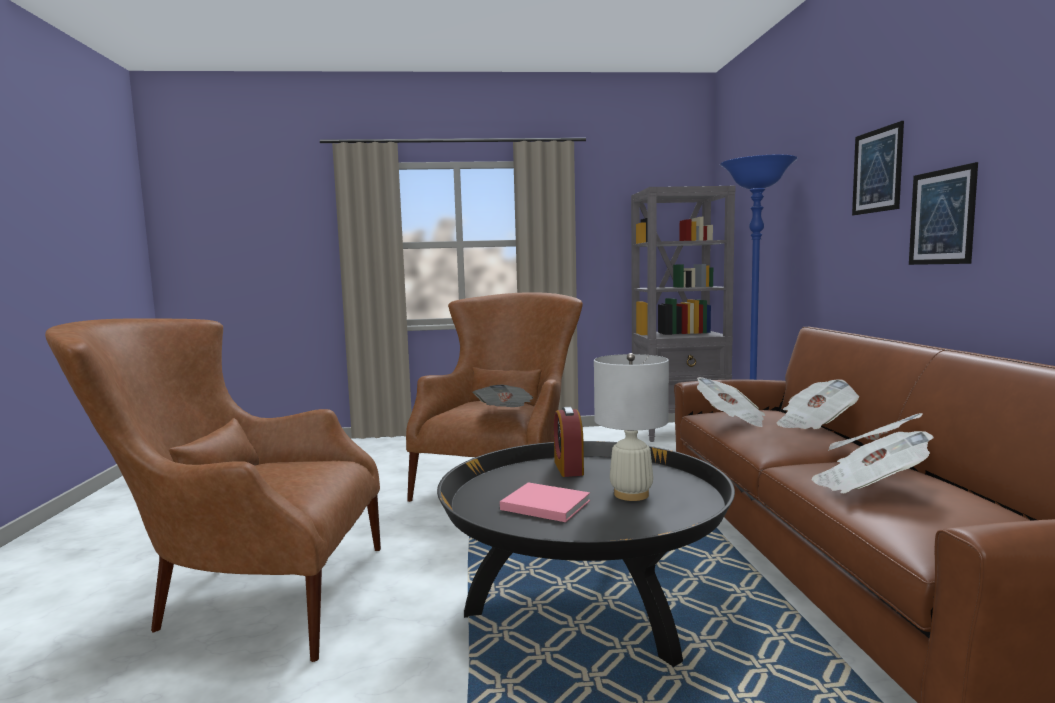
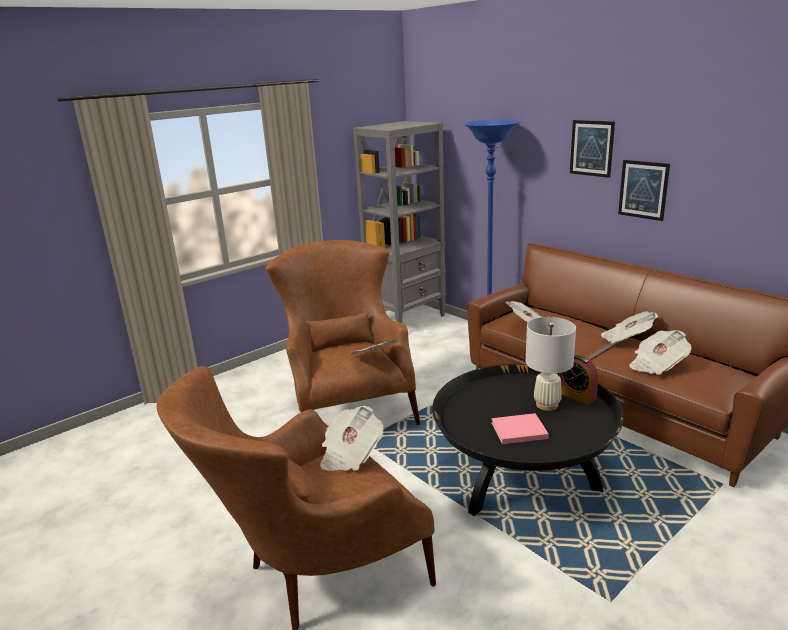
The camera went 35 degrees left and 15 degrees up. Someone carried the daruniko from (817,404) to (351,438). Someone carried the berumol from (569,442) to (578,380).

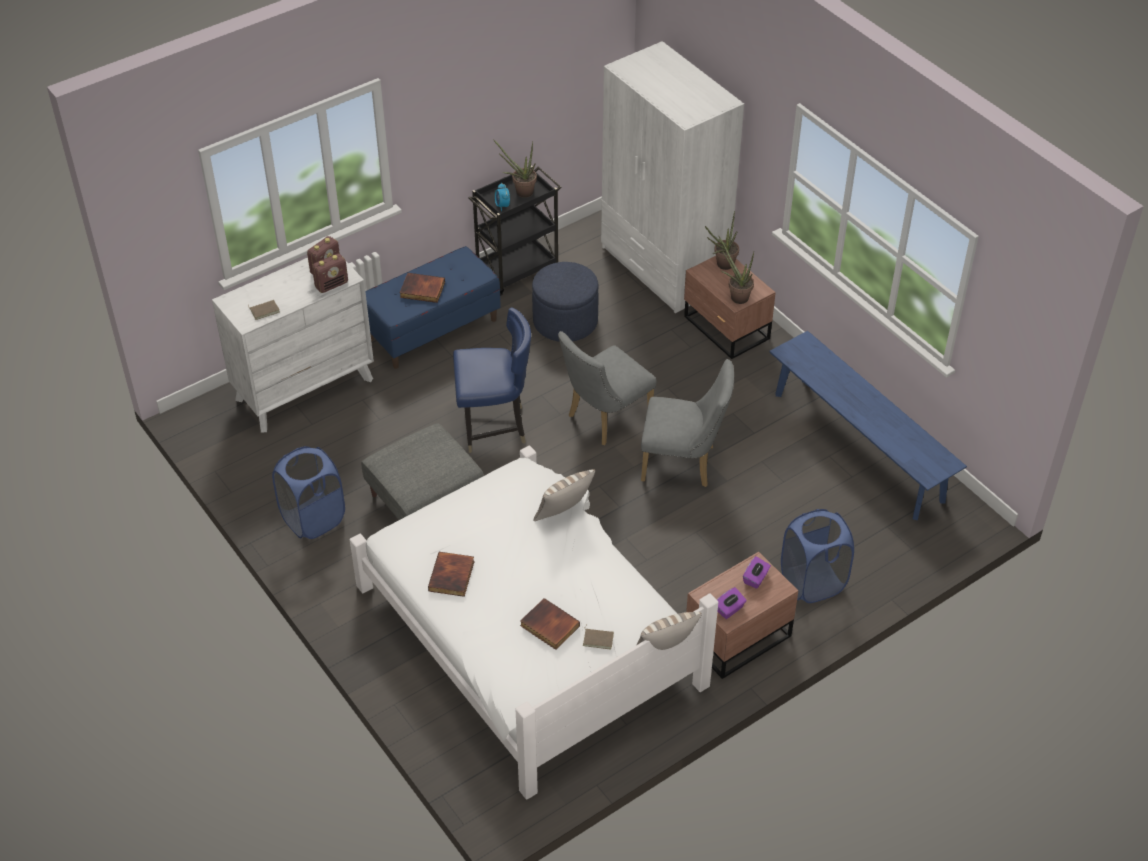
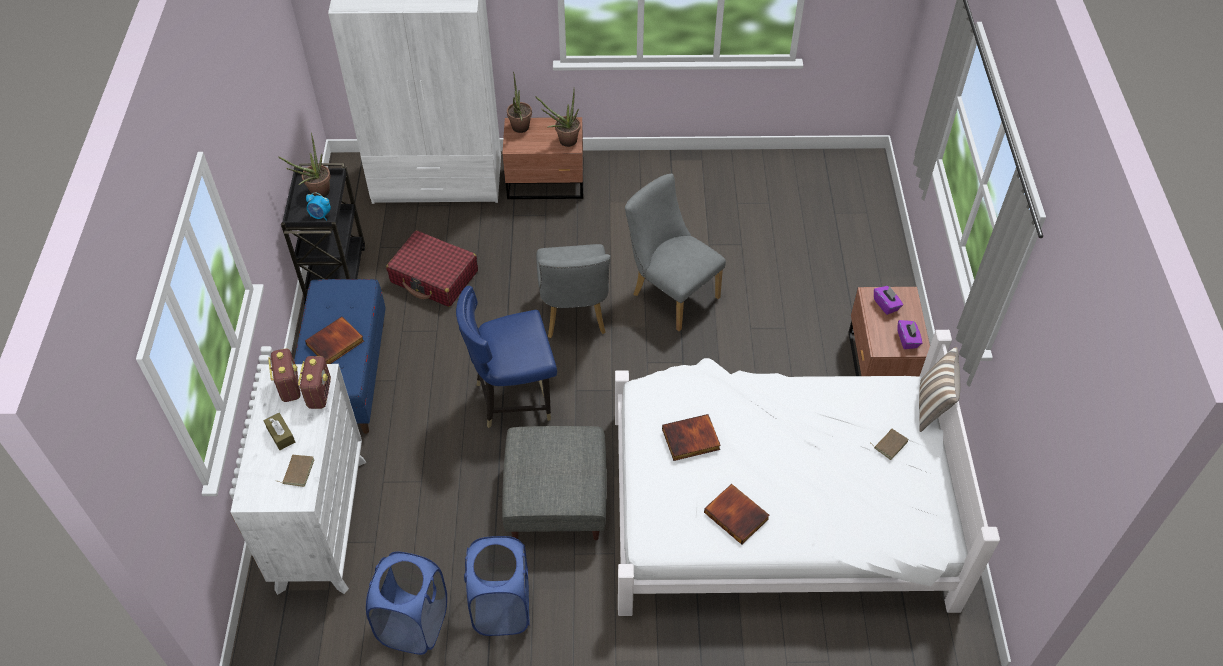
The camera went 55 degrees left and 5 degrees up. Someone put down the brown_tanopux at (279,431). Someone carried the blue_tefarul from (817,556) to (406,603). Someone swapped the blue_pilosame at (565,302) for the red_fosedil at (432,268). Someone rotated the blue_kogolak at (492,380) by 135 degrees counterclockwise. Someone rotated the grey_kogolak at (688,423) by 90 degrees counterclockwise. Someone carried the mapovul from (550,624) to (691,437). Someone took away the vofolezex at (564,495). Someone took away the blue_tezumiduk at (868,425).

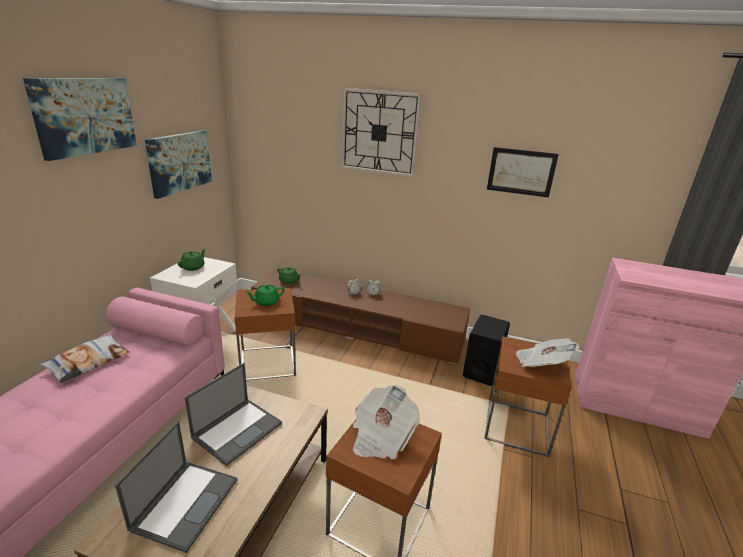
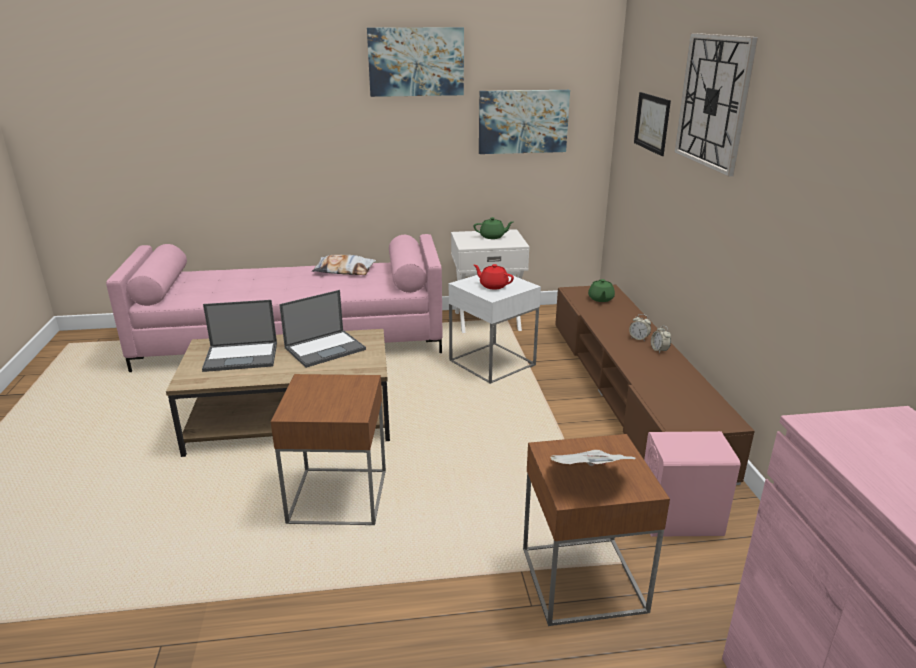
The camera went 65 degrees right and 0 degrees up. Someone rotated the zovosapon at (233,414) by 45 degrees counterclockwise. Someone repainted the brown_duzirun at (265,334), which became the white_duzirun at (495,328). Someone repainted the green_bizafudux at (265,295), which became the red_bizafudux at (494,276). Someone carried the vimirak from (523,172) to (652,124). Someone repainted the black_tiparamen at (486,350), which became the pink_tiparamen at (692,484). Someone took away the daruniko at (386,422).

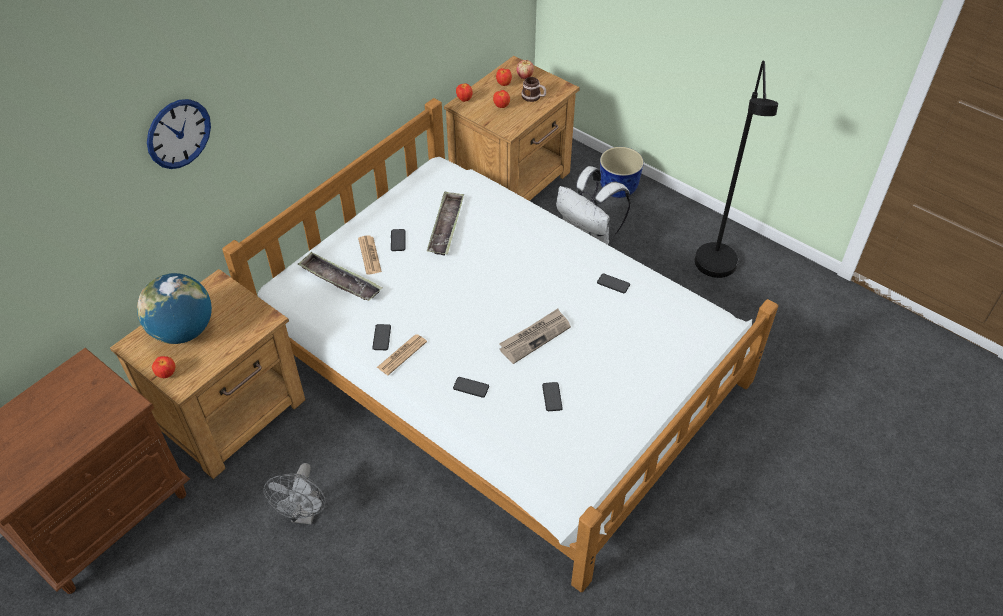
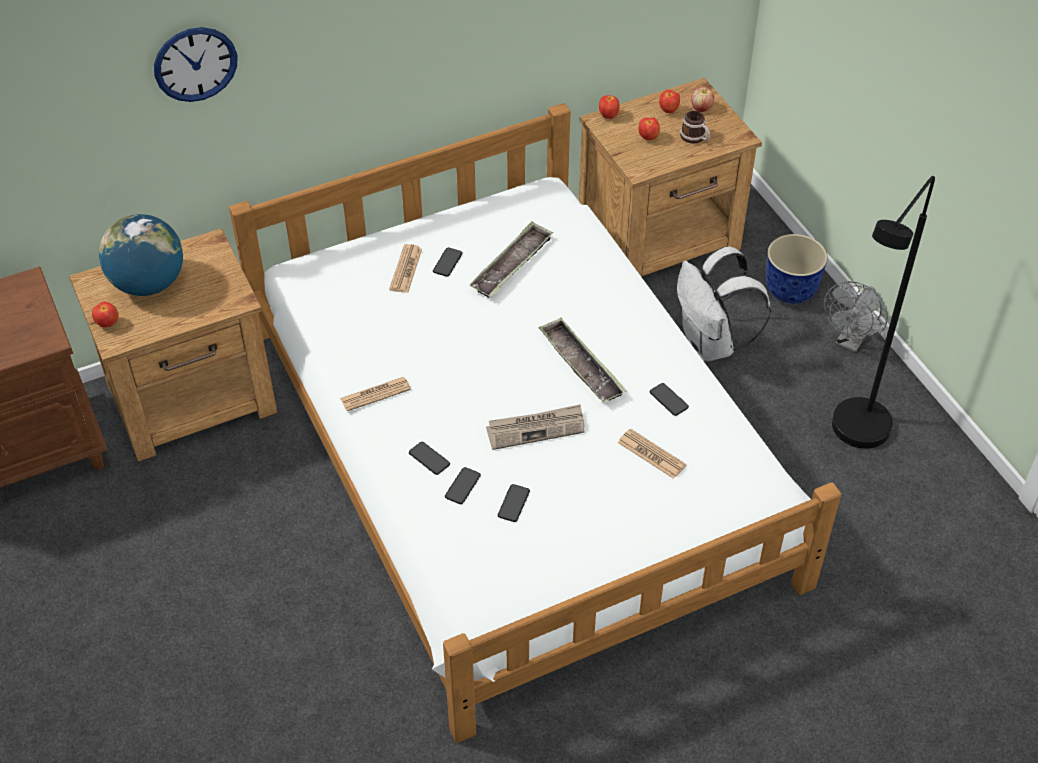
The camera went 25 degrees right and 0 degrees up. Someone carried the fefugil from (381,337) to (463,485). Someone carried the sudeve from (340,276) to (582,359). Someone put down the daruniko at (652,453). Someone carried the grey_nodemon from (295,494) to (856,317).

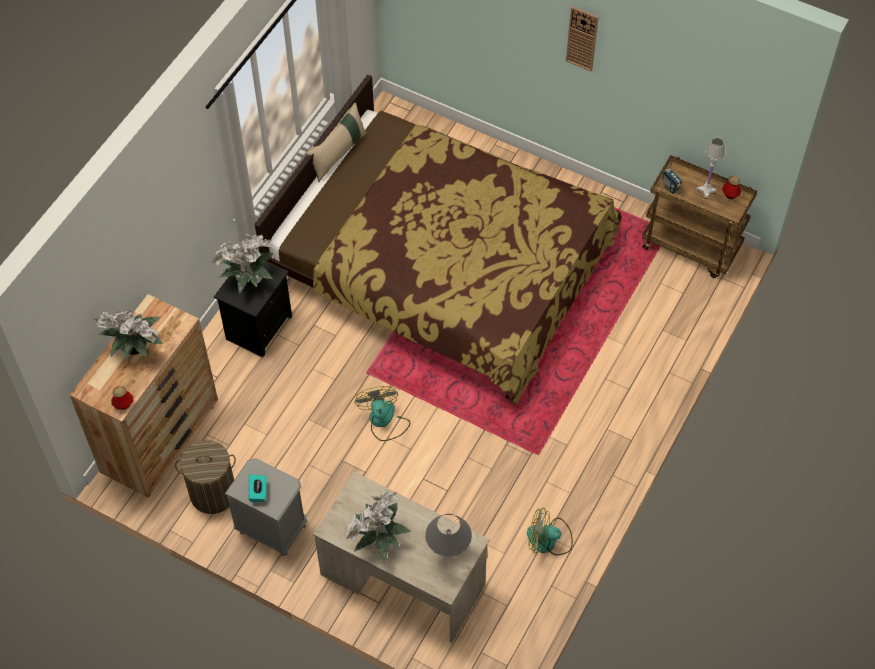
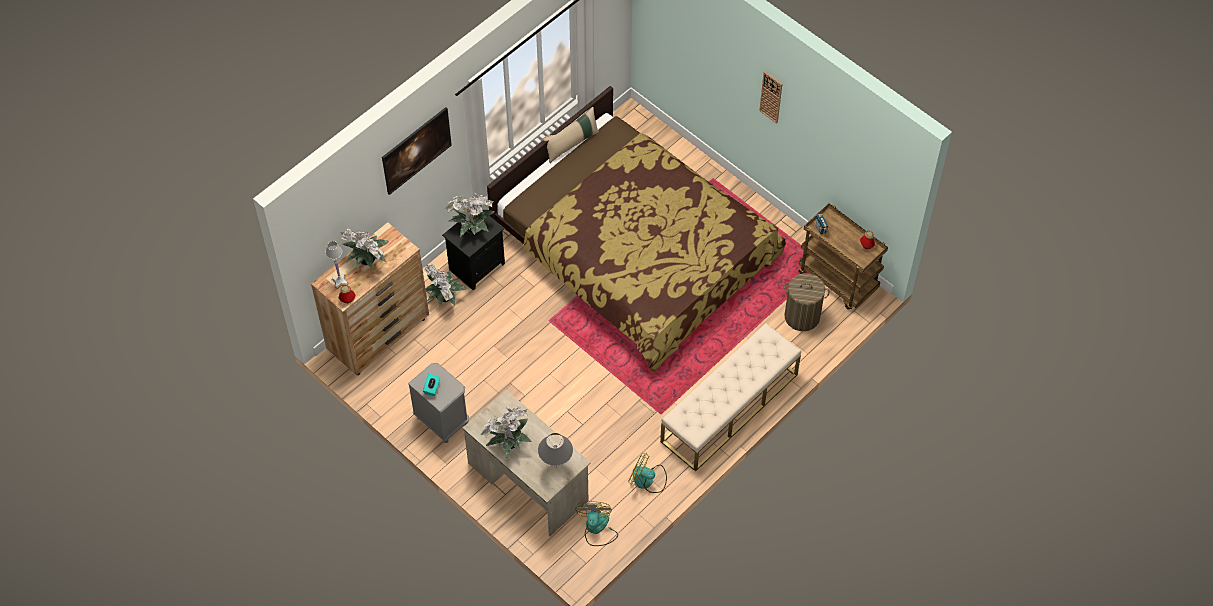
The camera went 15 degrees right and 0 degrees up. Someone carried the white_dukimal from (710,168) to (337,265). Someone put up the vimirak at (417,151). Someone put down the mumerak at (445,285). Someone carried the nodemon from (382,413) to (596,523). Someone put down the beige_tezumiduk at (730,397). Someone carried the tefarul from (205,477) to (807,302).

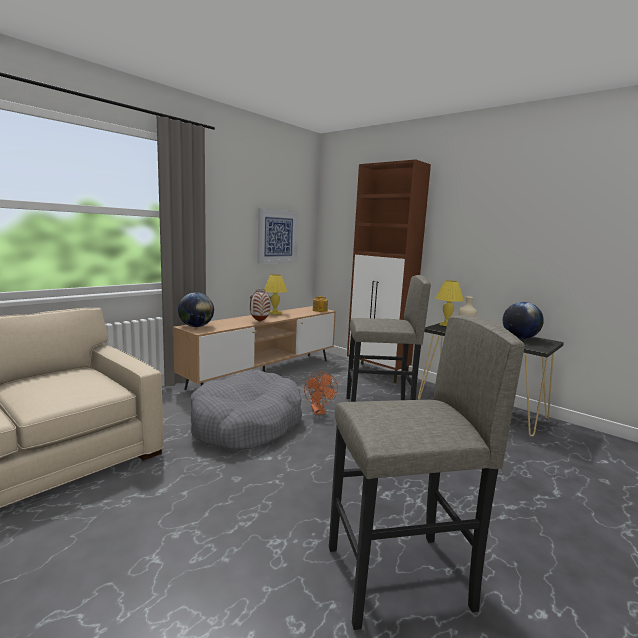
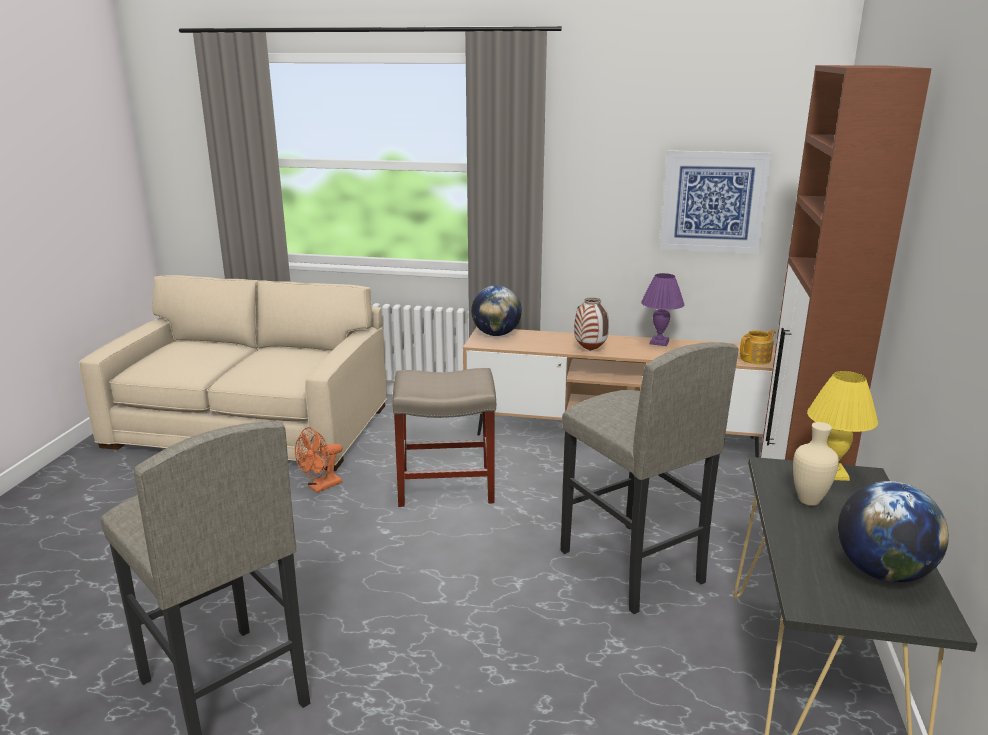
The camera went 60 degrees right and 10 degrees up. Someone carried the orange_nodemon from (321,393) to (318,460). Someone swapped the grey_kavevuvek at (246,410) for the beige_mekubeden at (444,437). Someone repainted the yellow_dukimal at (275,294), which became the purple_dukimal at (662,309).

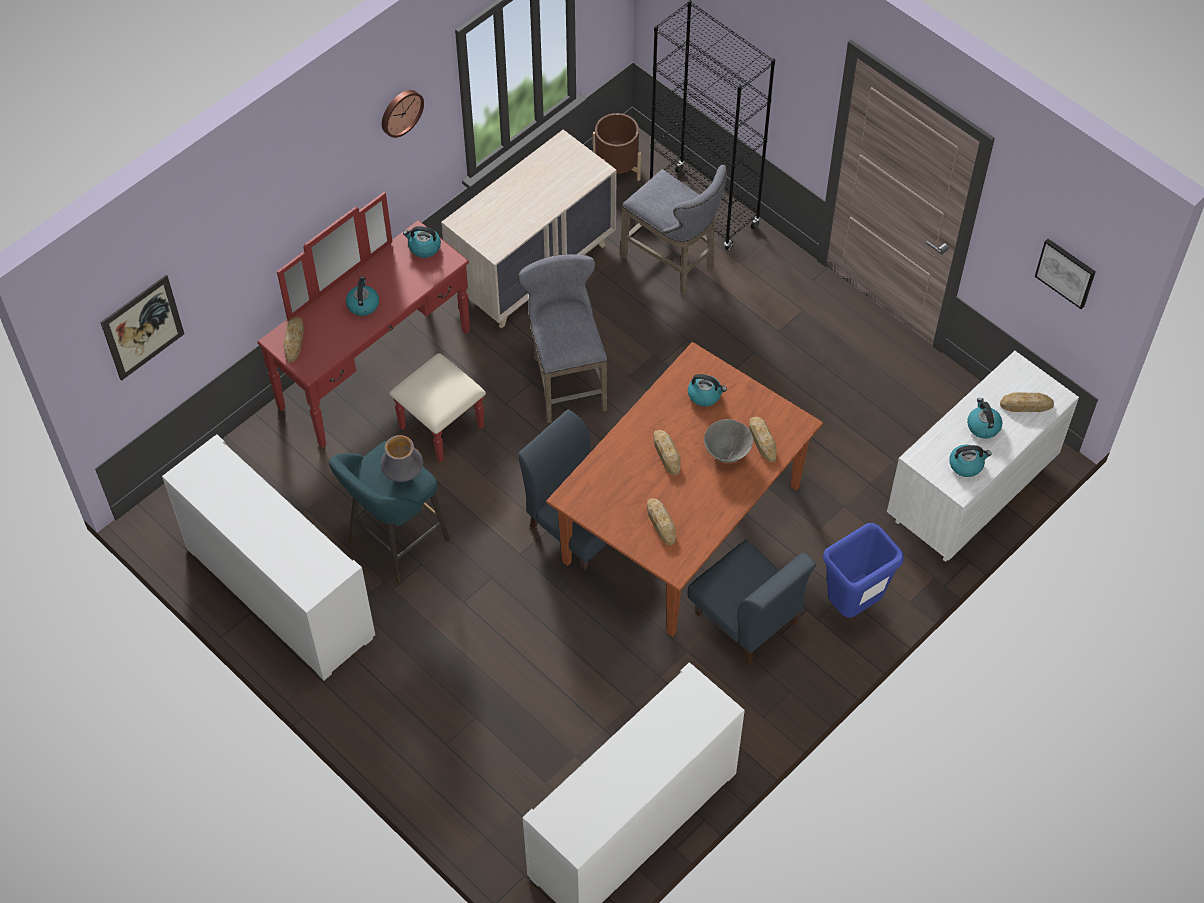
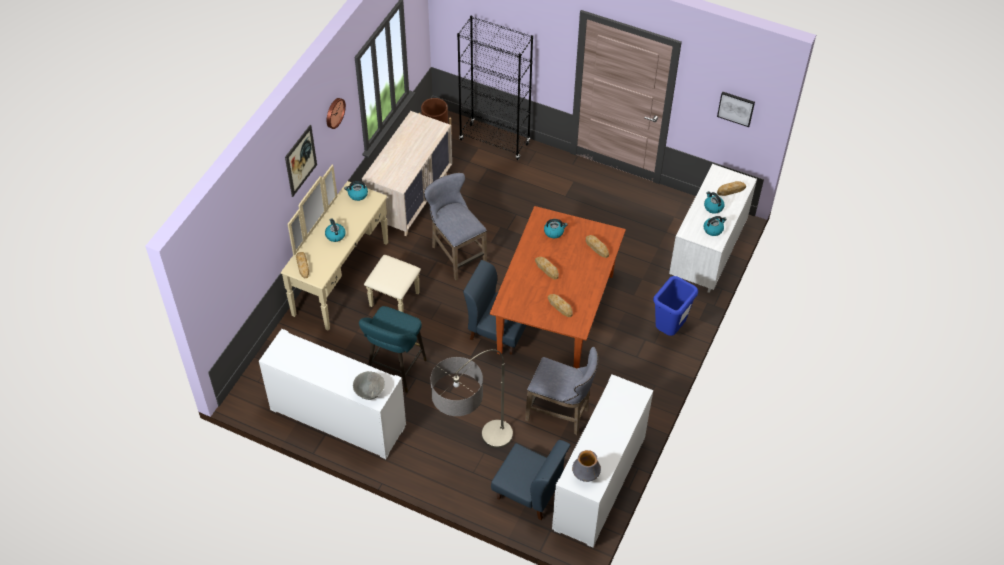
The camera went 20 degrees left and 5 degrees down. Someone repainted the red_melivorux at (371,327), which became the beige_melivorux at (351,248). Someone carried the vimirak from (142,328) to (301,161). Someone carried the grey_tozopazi from (728,441) to (369,385). Someone put down the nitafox at (472,398). Someone carried the blue_kogolak from (751,602) to (531,480). Someone carried the grey_mekubeden from (673,230) to (561,391). Someone carried the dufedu from (402,458) to (586,466).

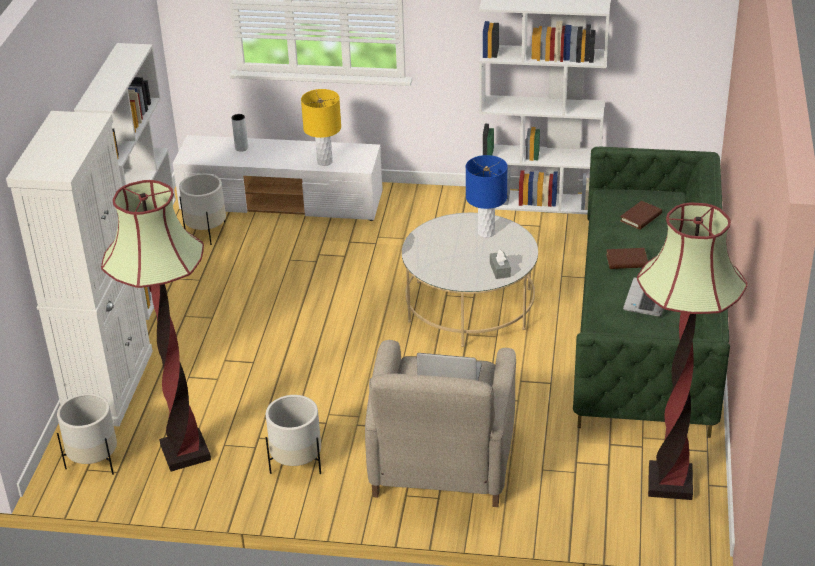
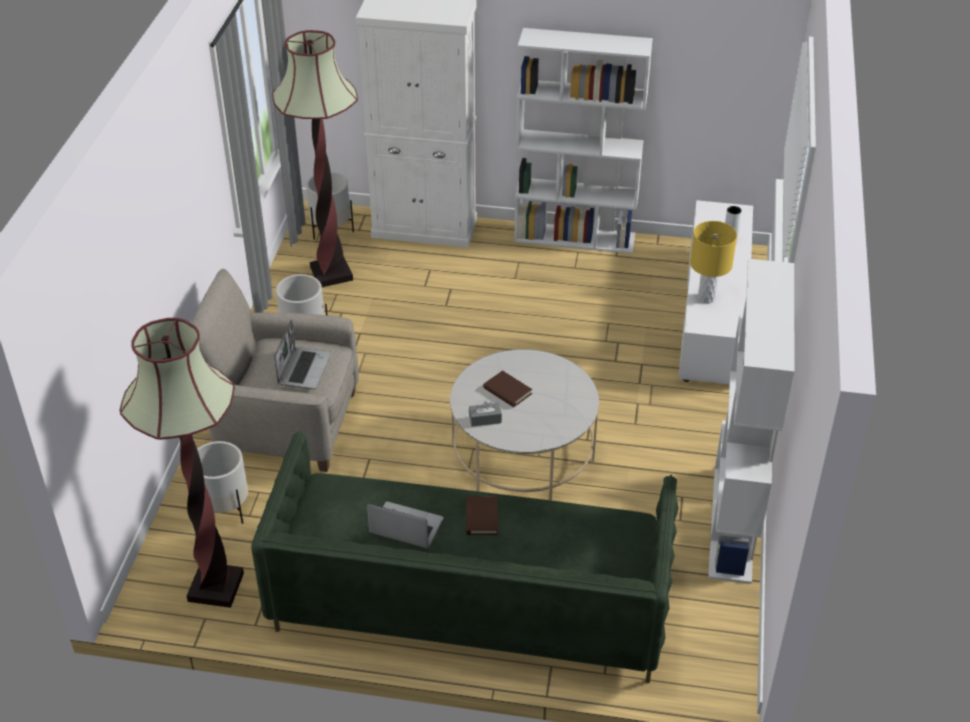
The camera went 90 degrees right and 5 degrees up. Someone carried the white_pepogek from (202,209) to (222,482). Someone carried the brown_mapovul from (641,215) to (507,388). Someone took away the blue_dukimal at (487,196).

